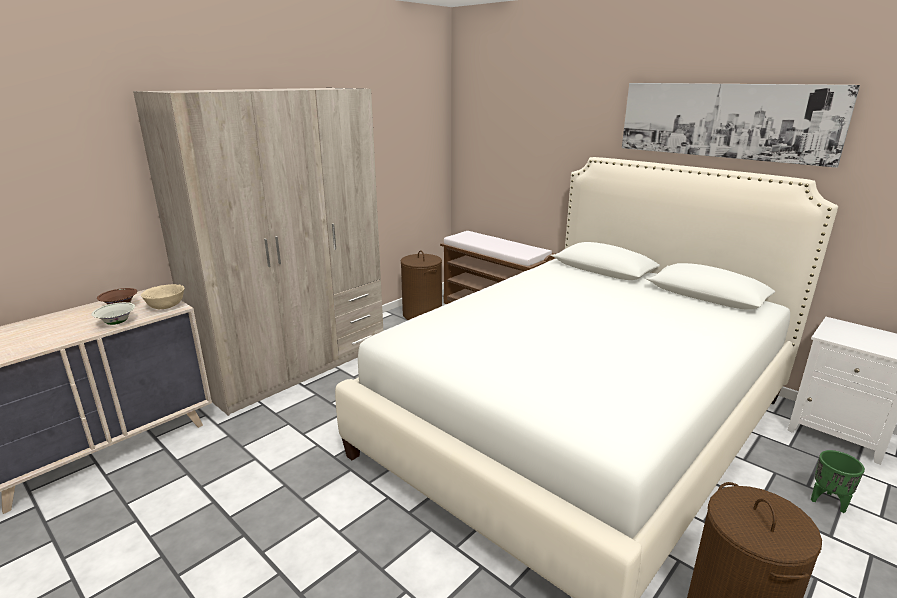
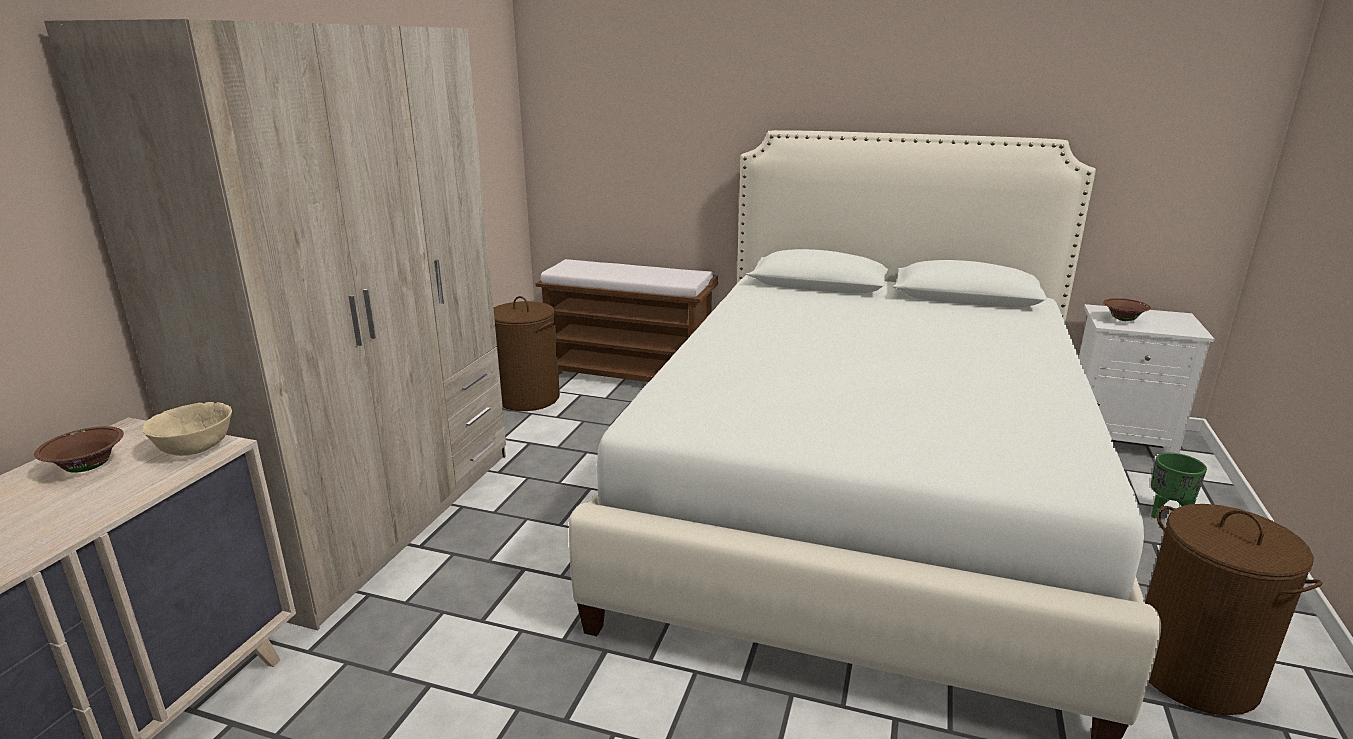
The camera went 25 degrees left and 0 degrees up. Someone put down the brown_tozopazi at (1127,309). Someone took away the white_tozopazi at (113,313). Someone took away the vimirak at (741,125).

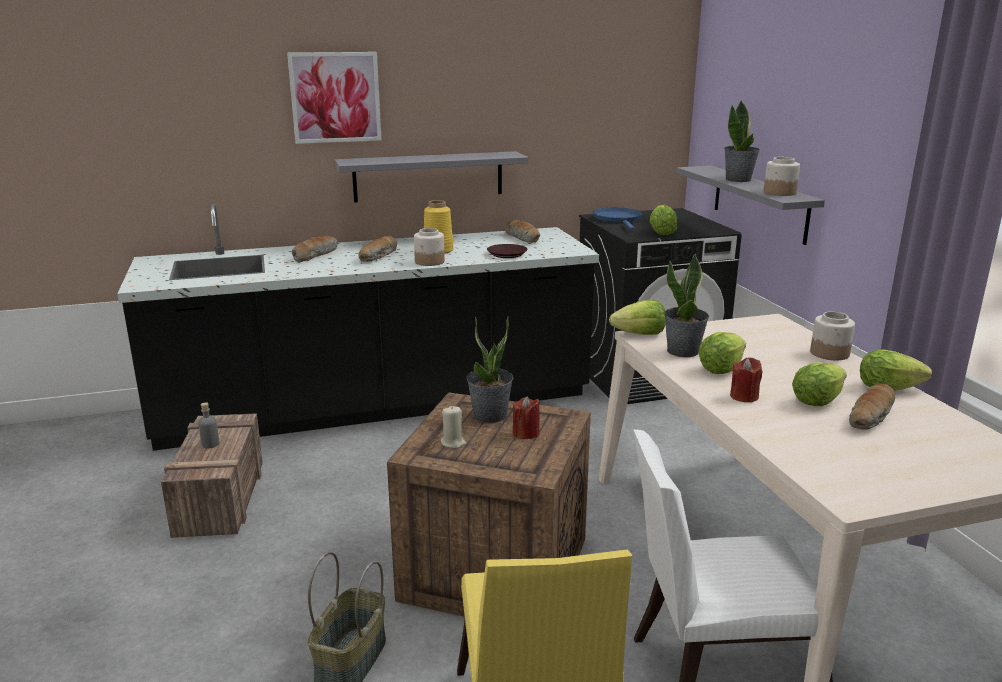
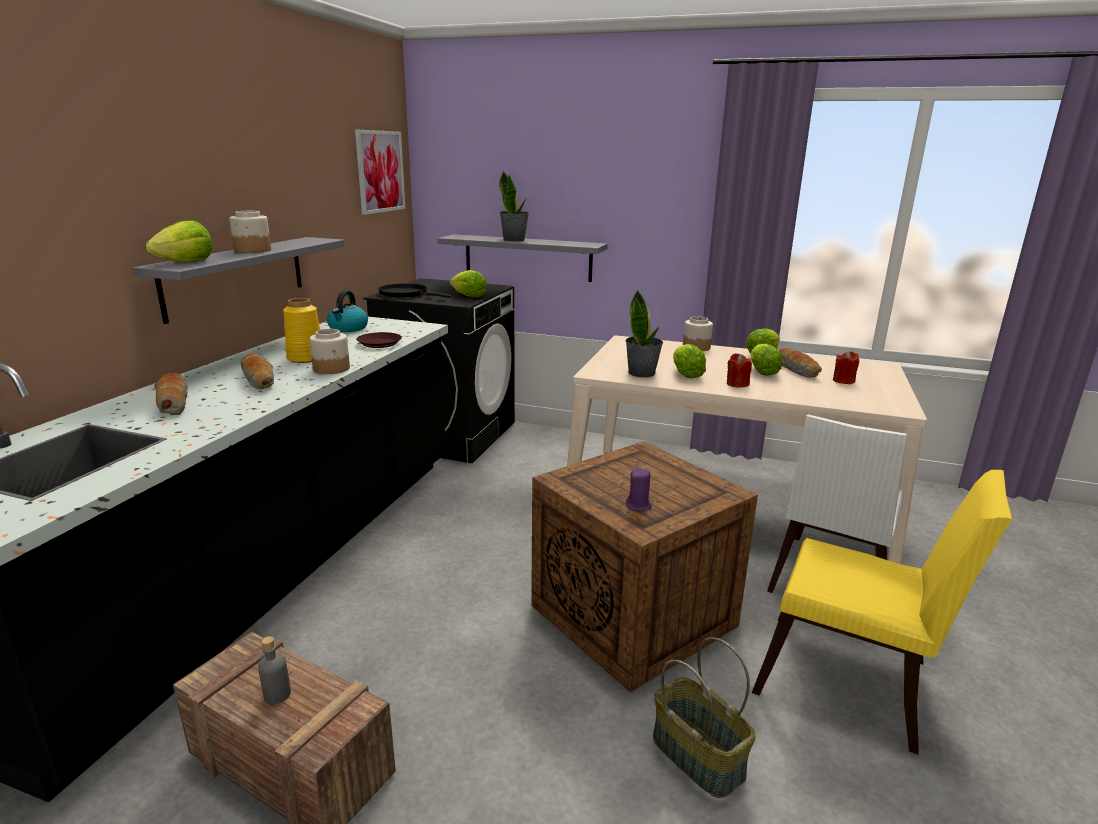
The camera went 55 degrees left and 0 degrees up. Someone carried the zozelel from (637,317) to (179,241). Someone carried the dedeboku from (782,176) to (250,232). Someone swapped the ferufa at (522,231) for the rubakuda at (347,311). Someone carried the vimirak from (334,98) to (380,172). Someone repainted the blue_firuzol at (617,218), which became the black_firuzol at (415,291). Someone repainted the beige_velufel at (453,427), which became the purple_velufel at (639,489). Someone carried the red_velufel from (526,417) to (846,367). Someone took away the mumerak at (490,370).

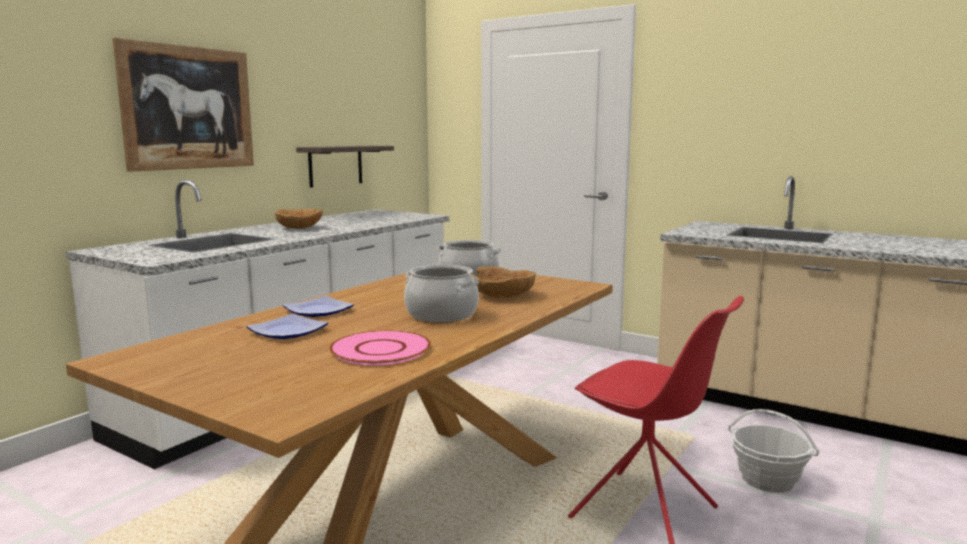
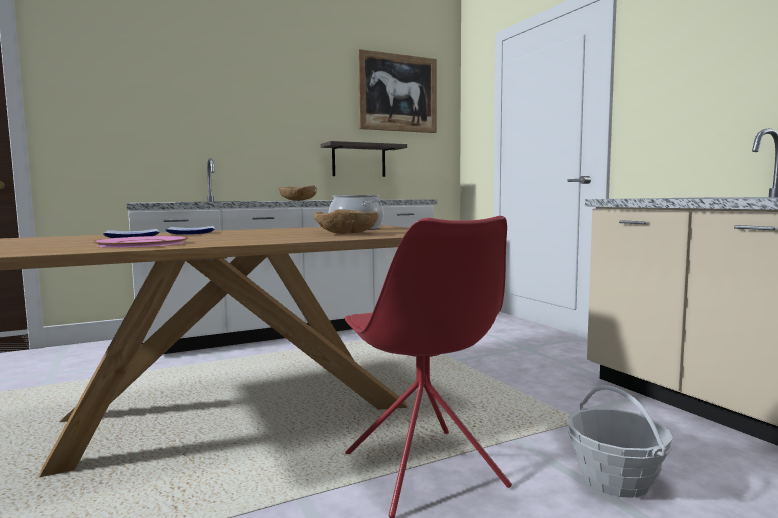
The camera went 30 degrees right and 5 degrees down. Someone carried the vimirak from (183,105) to (397,91). Someone took away the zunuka at (441,294).

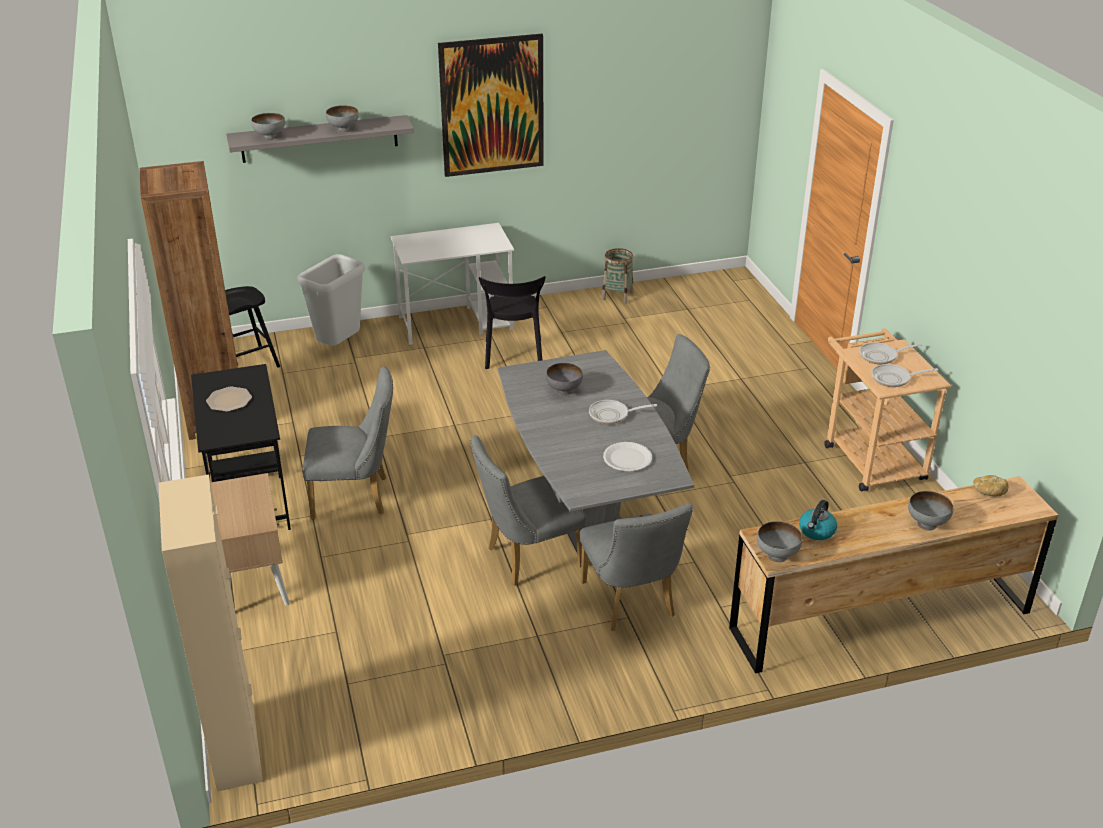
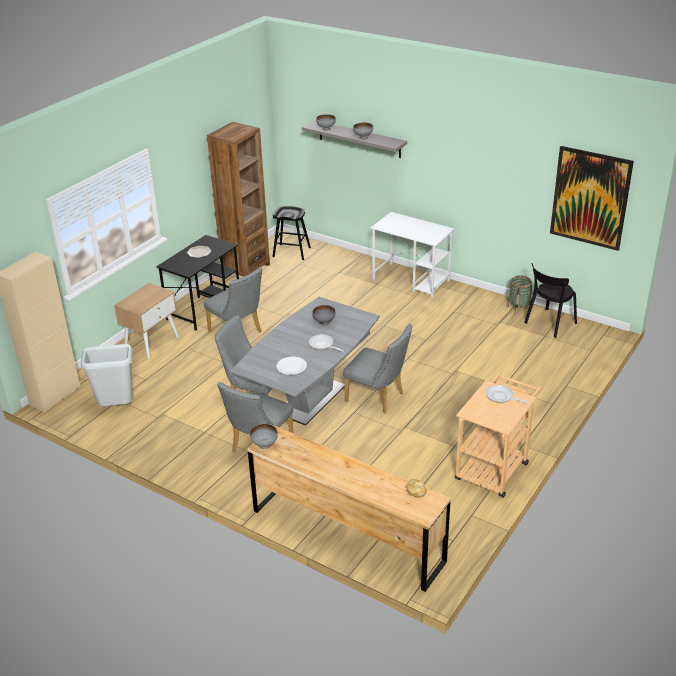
The camera went 50 degrees right and 0 degrees up. Someone carried the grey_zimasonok from (331,300) to (107,375). Someone carried the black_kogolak from (512,322) to (550,300). Someone carried the vimirak from (491,105) to (592,198). Someone took away the rubakuda at (818,520). Someone took away the firuzol at (904,375). Someone took away the grey_tozopazi at (930,511).

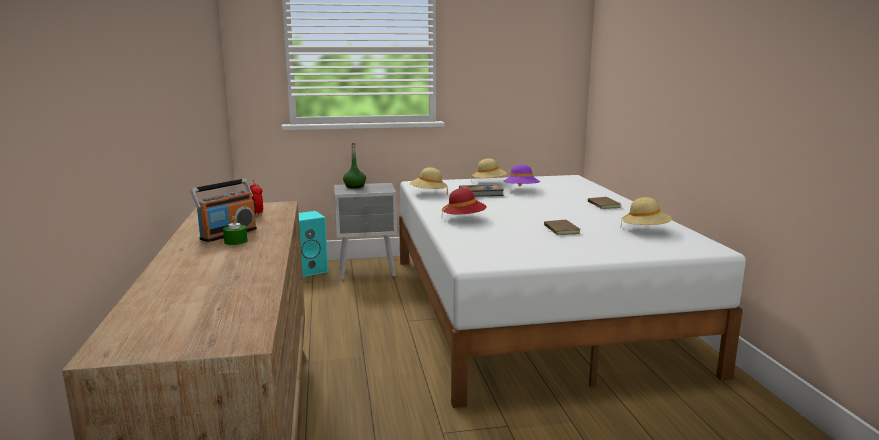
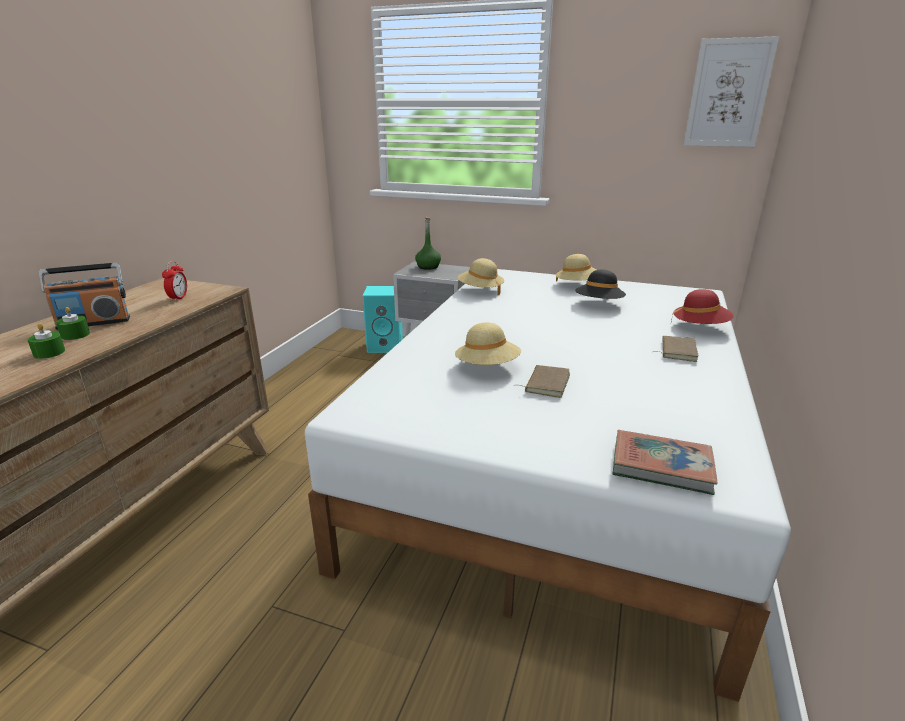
The camera went 30 degrees right and 10 degrees up. Someone put down the green_velufel at (46,341). Someone carried the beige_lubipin from (646,211) to (488,343). Someone repainted the purple_lubipin at (521,176), which became the black_lubipin at (600,284). Someone carried the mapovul from (481,190) to (665,462). Someone carried the red_lubipin from (464,201) to (702,306). Someone put up the vimirak at (731,91).

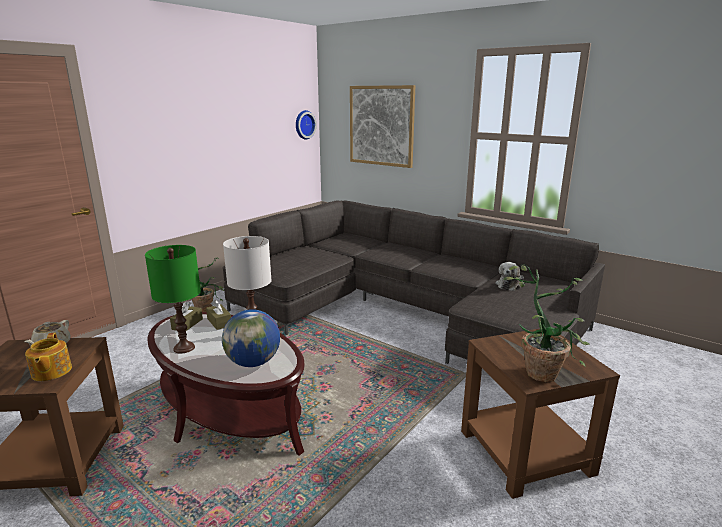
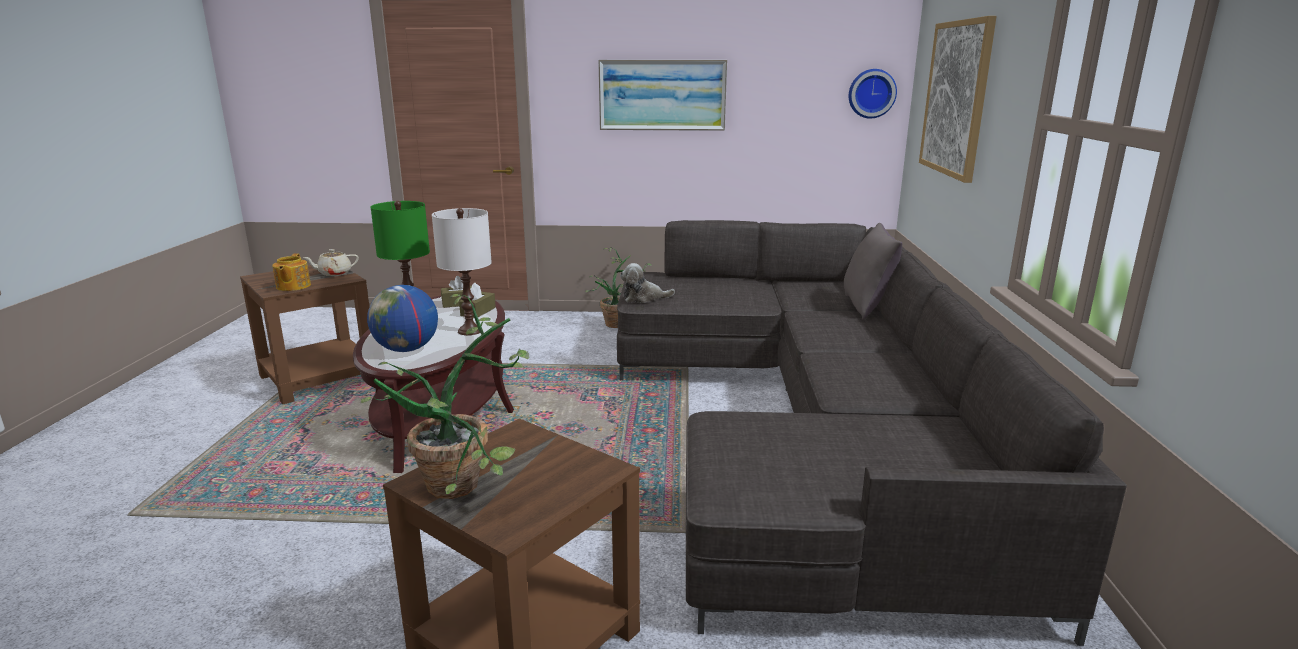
The camera went 55 degrees right and 0 degrees up. Someone rotated the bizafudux at (48,357) by 45 degrees counterclockwise. Someone put up the vimirak at (662,95). Someone carried the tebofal from (509,276) to (647,283). Someone put down the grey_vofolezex at (873,271).

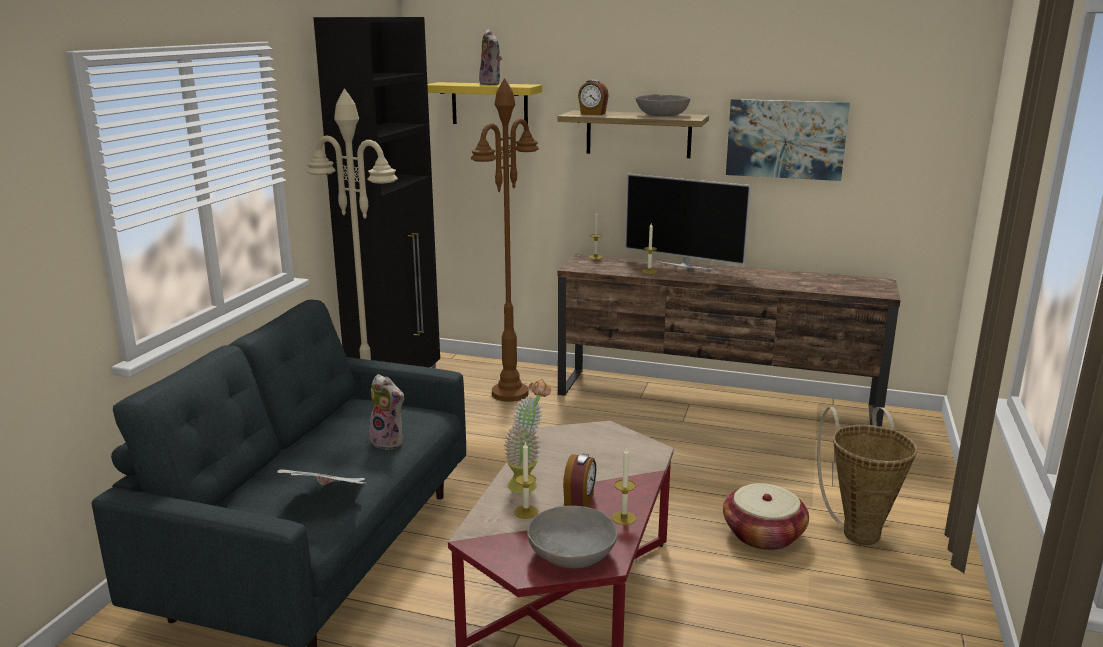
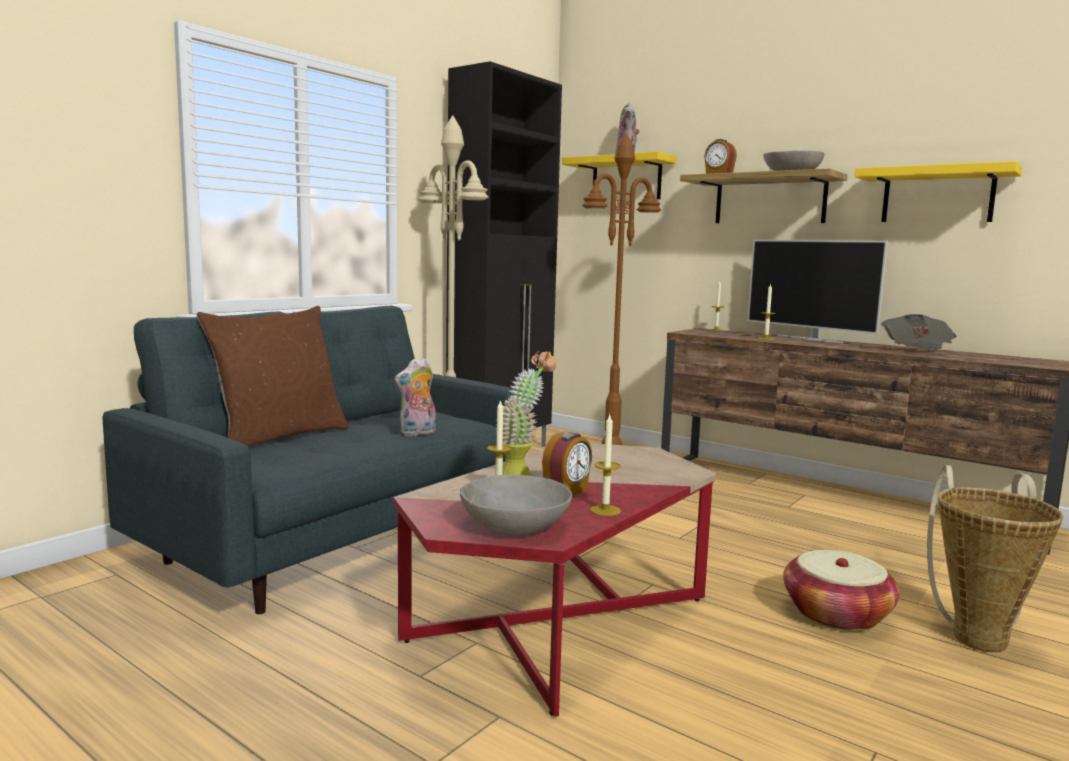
The camera went 20 degrees right and 10 degrees down. Someone put down the brown_vofolezex at (272,376). Someone rotated the tebofal at (386,412) by 90 degrees clockwise. Someone swapped the vimirak at (788,140) for the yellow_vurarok at (938,191). Someone carried the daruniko from (321,477) to (918,332).

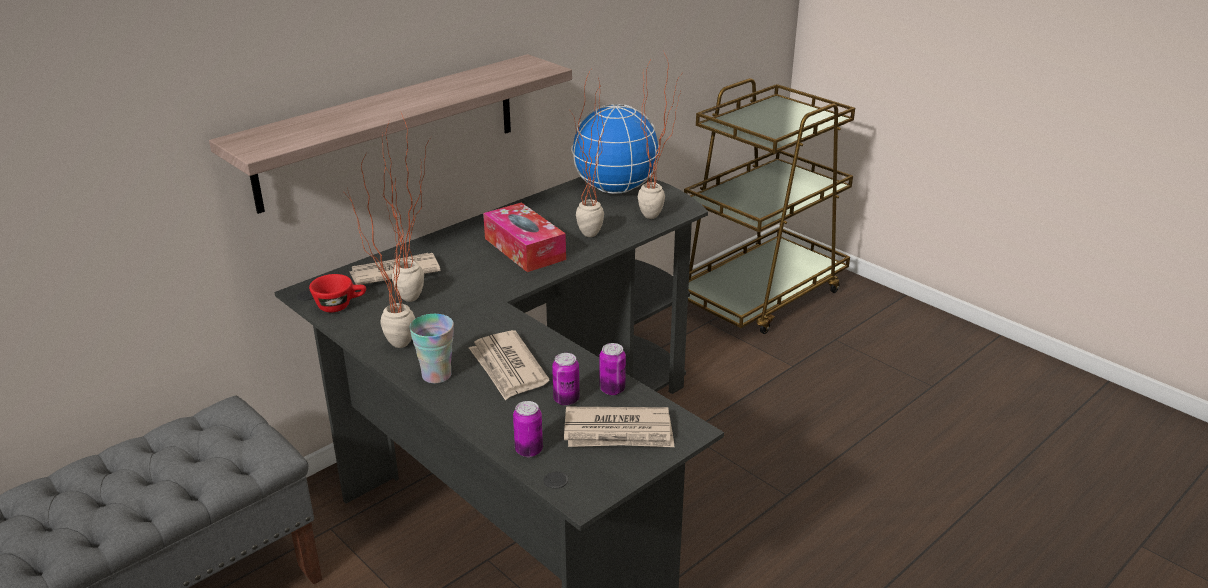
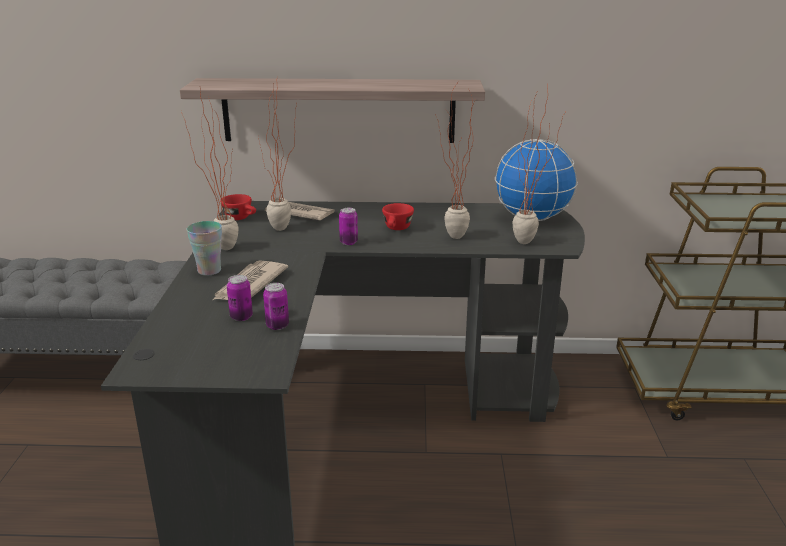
The camera went 45 degrees right and 5 degrees down. Someone carried the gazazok from (528,429) to (348,226). Someone swapped the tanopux at (524,237) for the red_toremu at (398,216). Someone took away the daruniko at (619,427).

